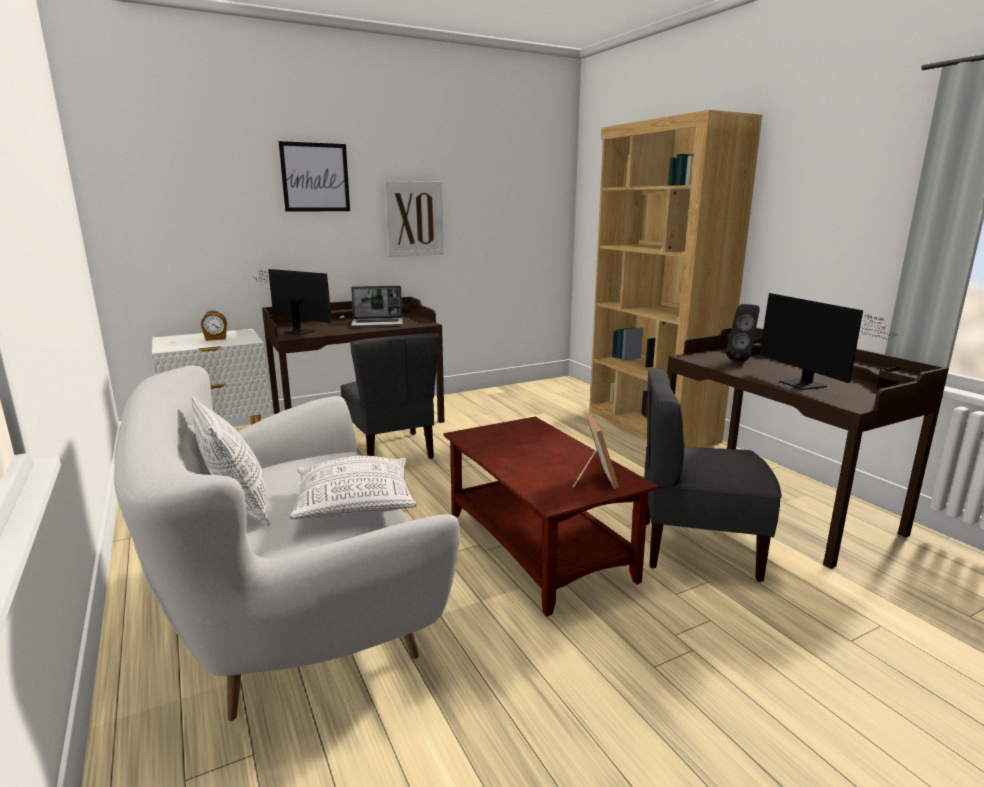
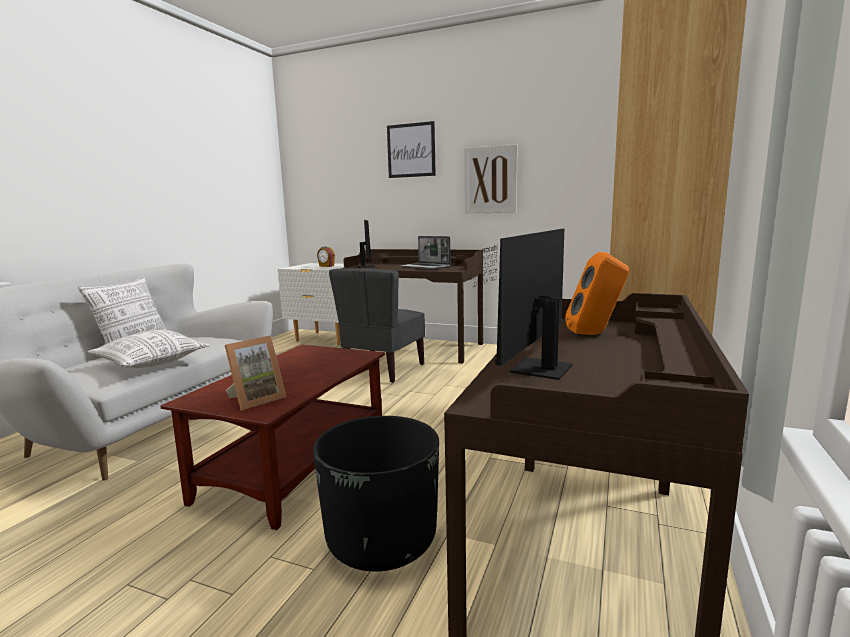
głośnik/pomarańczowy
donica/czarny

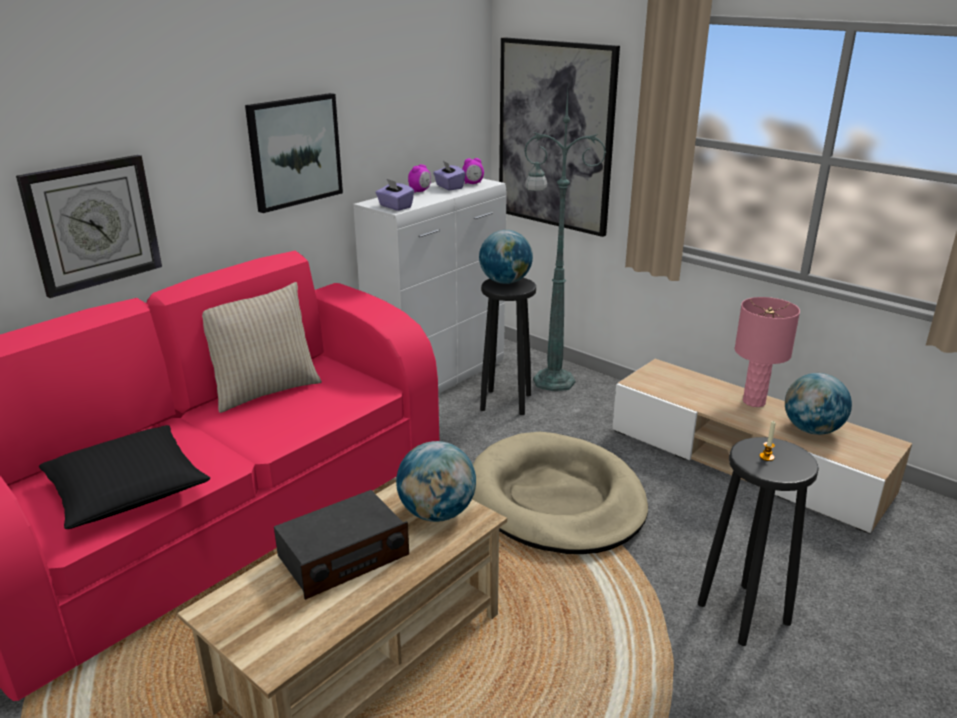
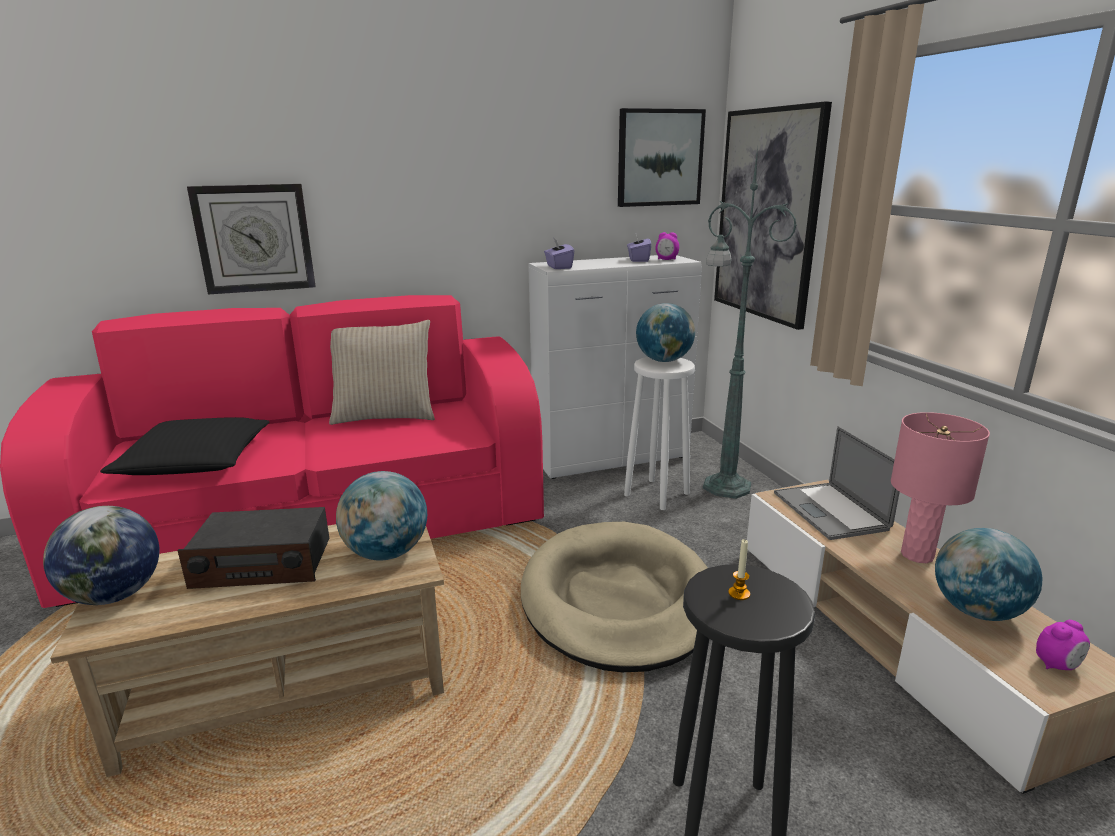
obraz (1st from left)
budzik (2nd from left)
stołek/biały
laptop
globus (1st from left)

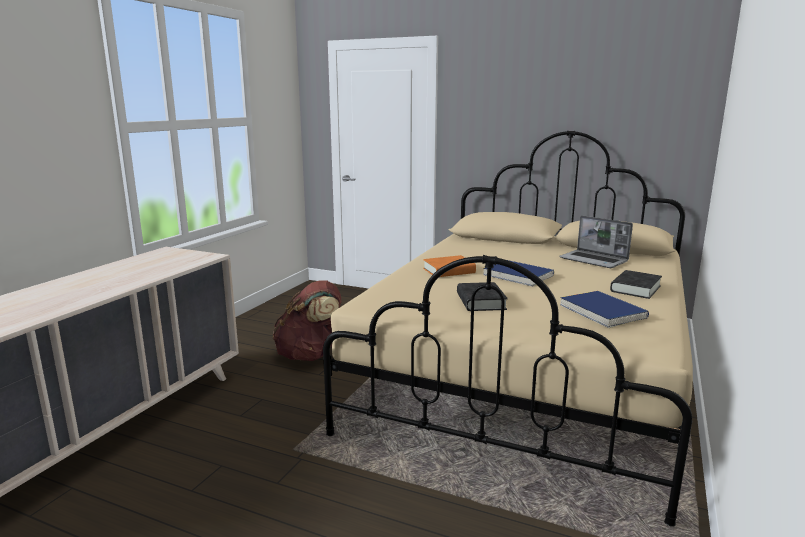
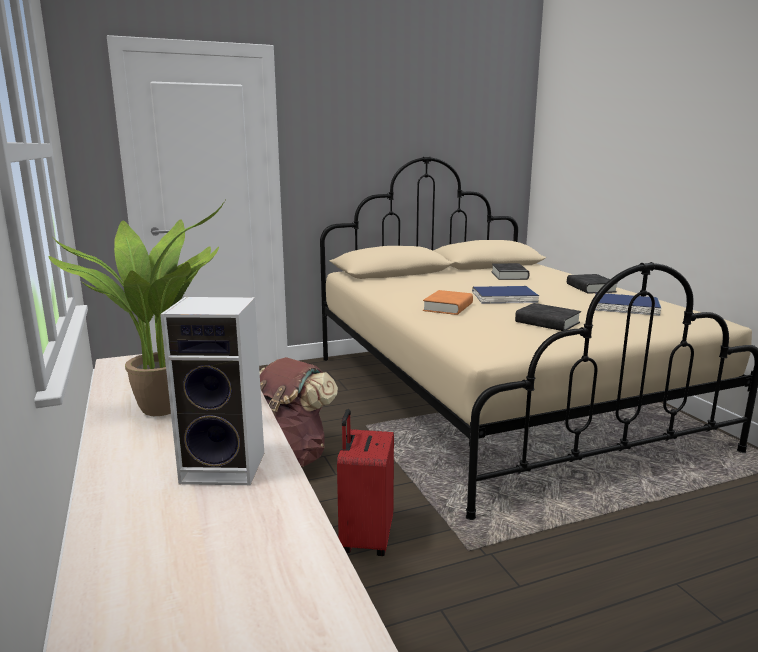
książka/czarny (1st from left)
roślina doniczkowa
głośnik
walizka/czerwony

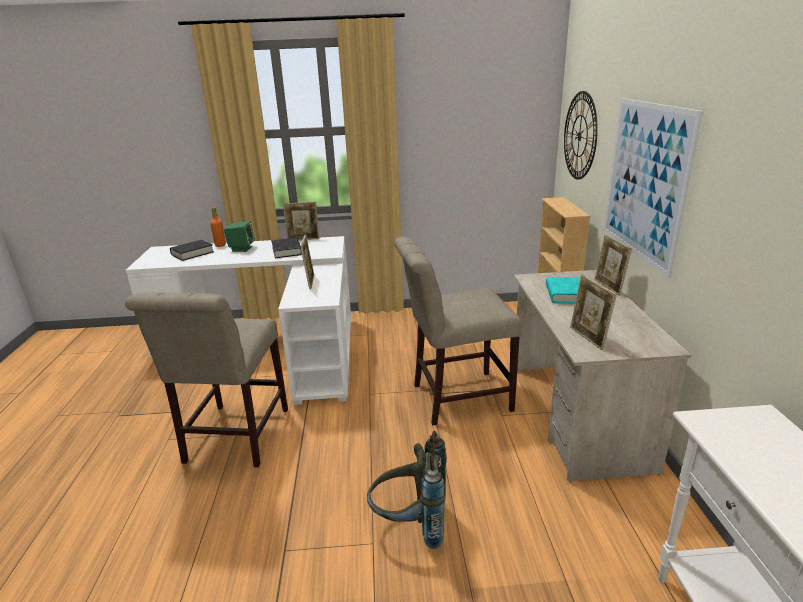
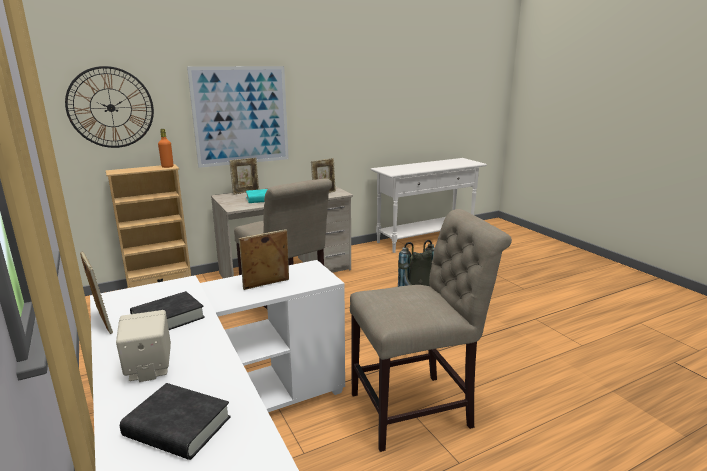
butelka/pomarańczowy
głośnik/beżowy

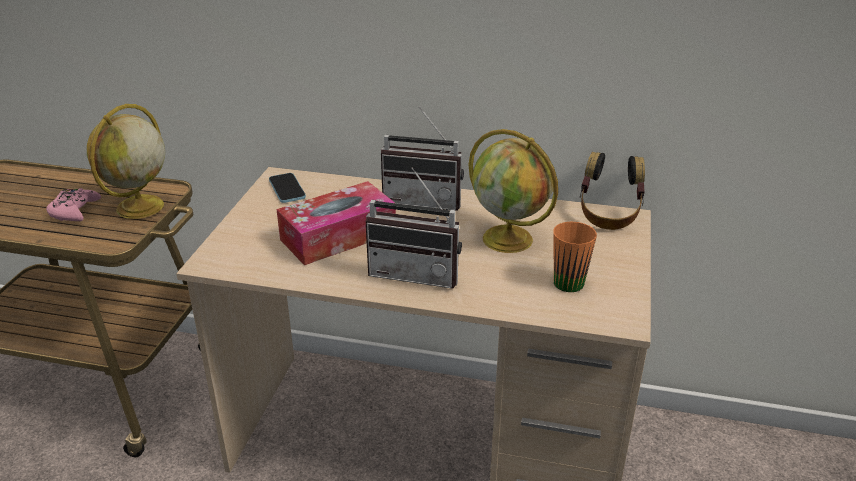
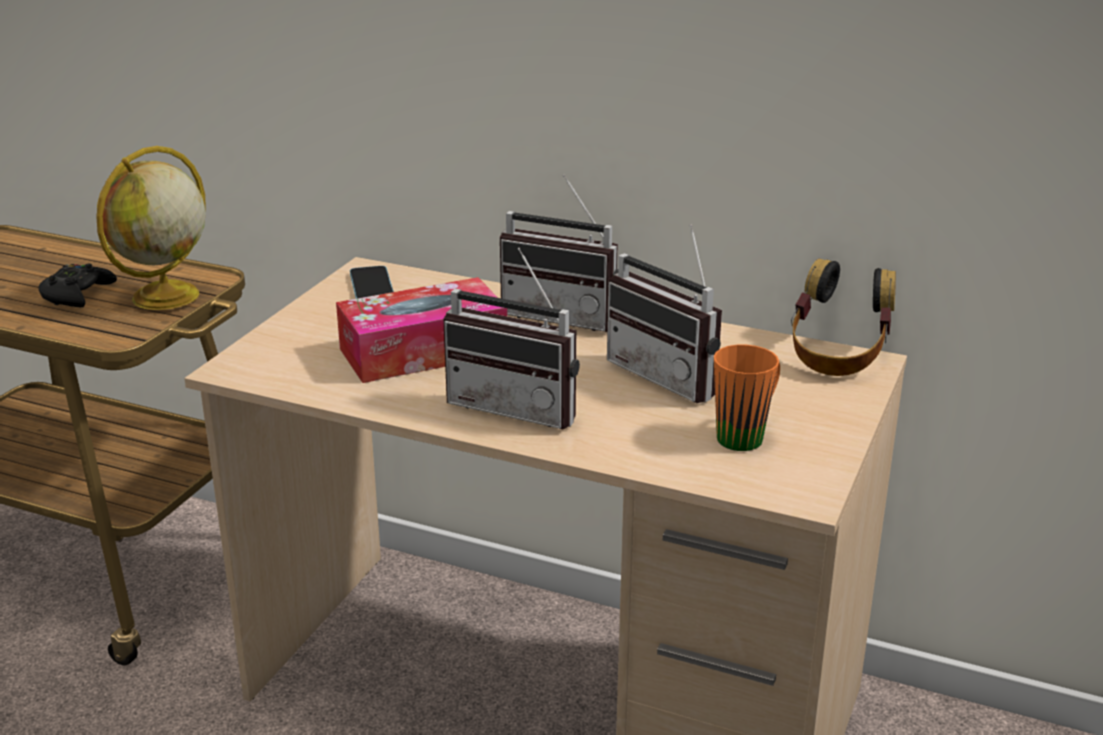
radio (3rd from left)
pad do gier/czarny

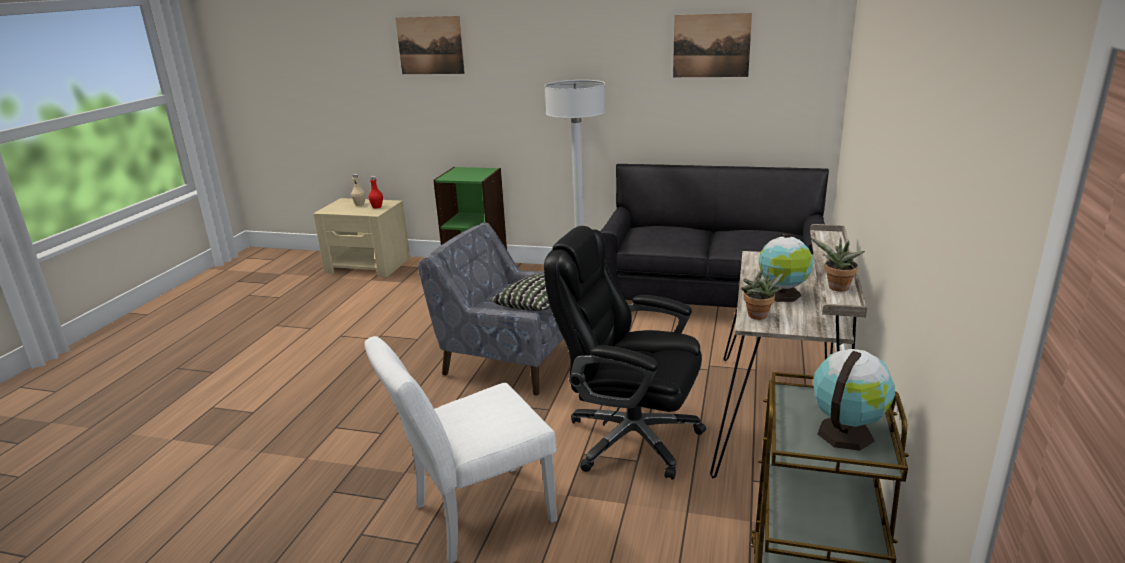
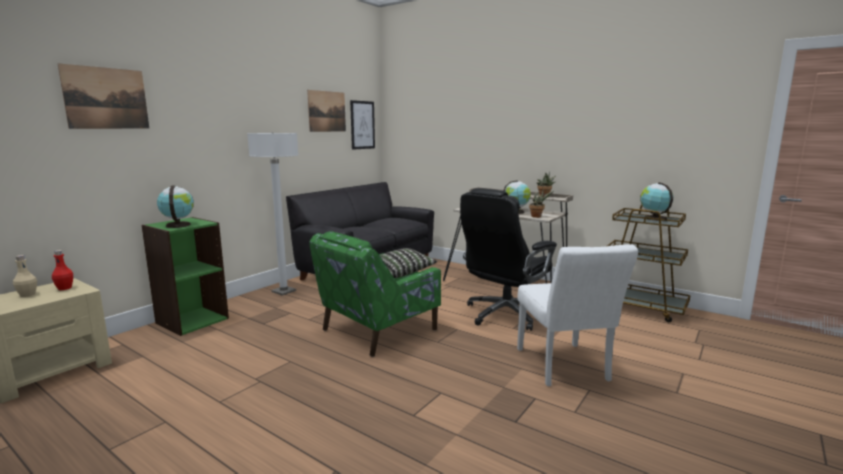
fotel/zielony
obraz (3rd from left)
globus (1st from left)

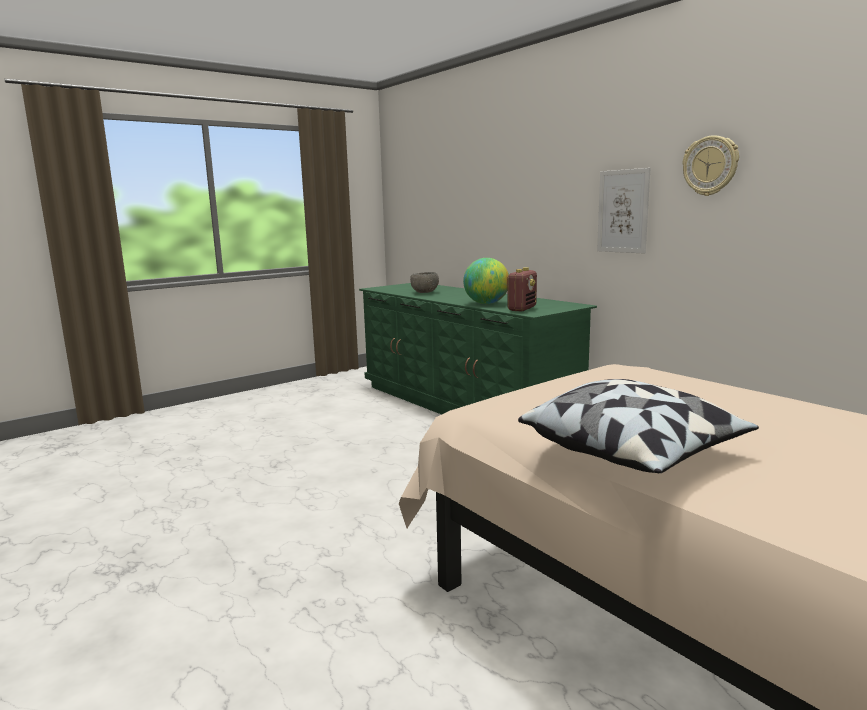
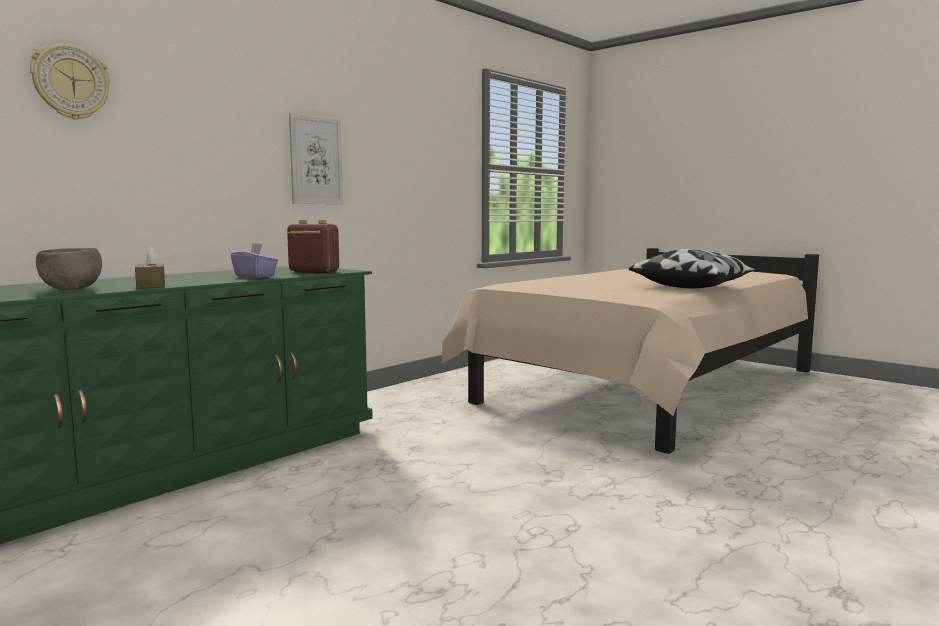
zegar ścienny
pudełko chusteczek/fioletowy
pudełko chusteczek/brązowy

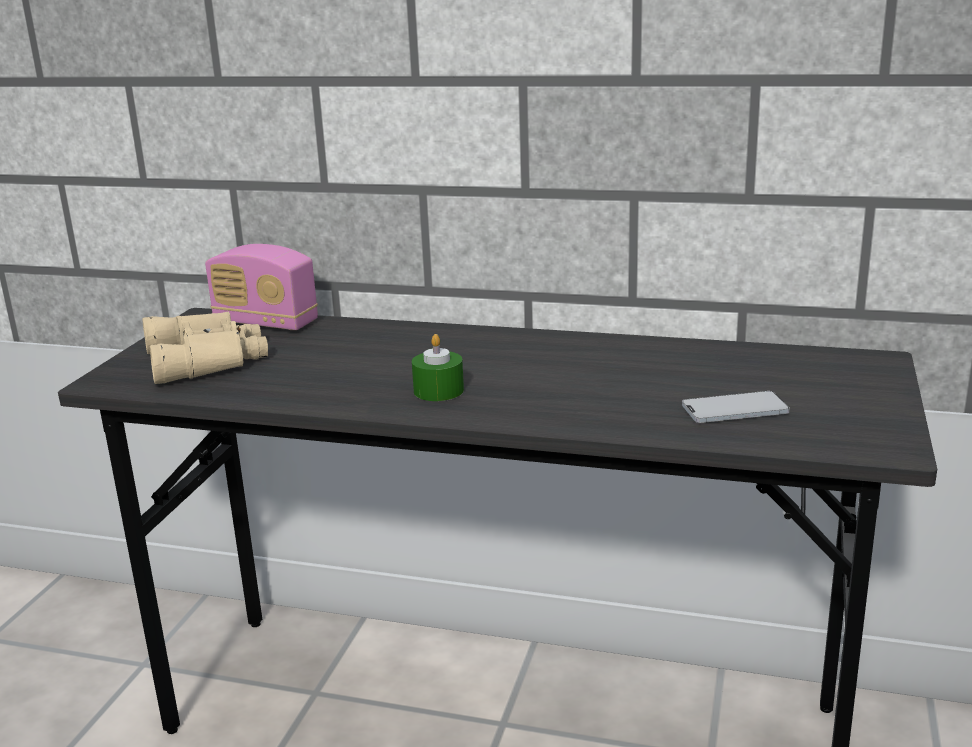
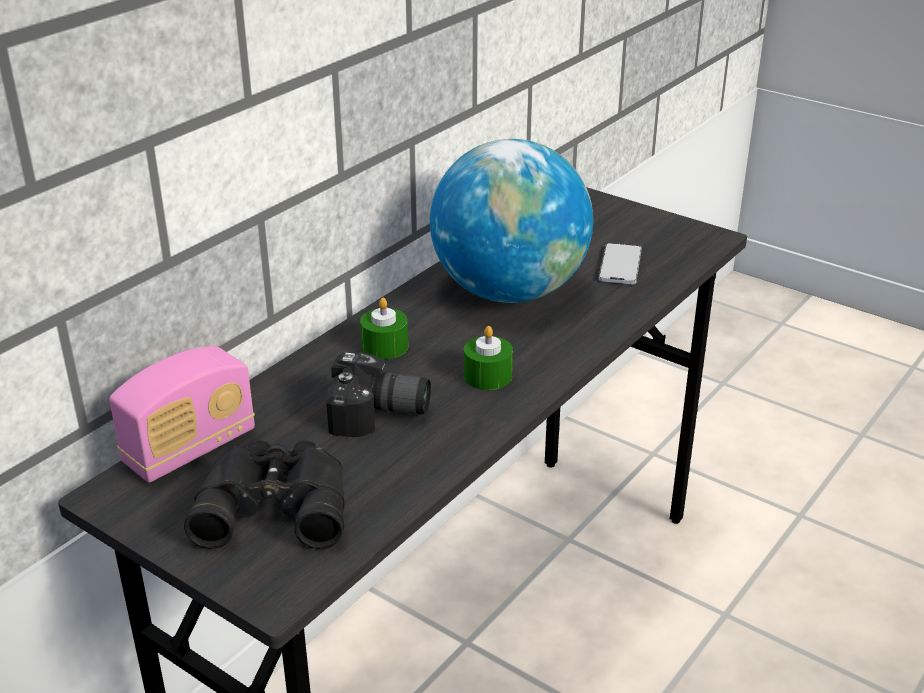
lornetka/czarny
globus
świeca/zielony (1st from left)
aparat fotograficzny

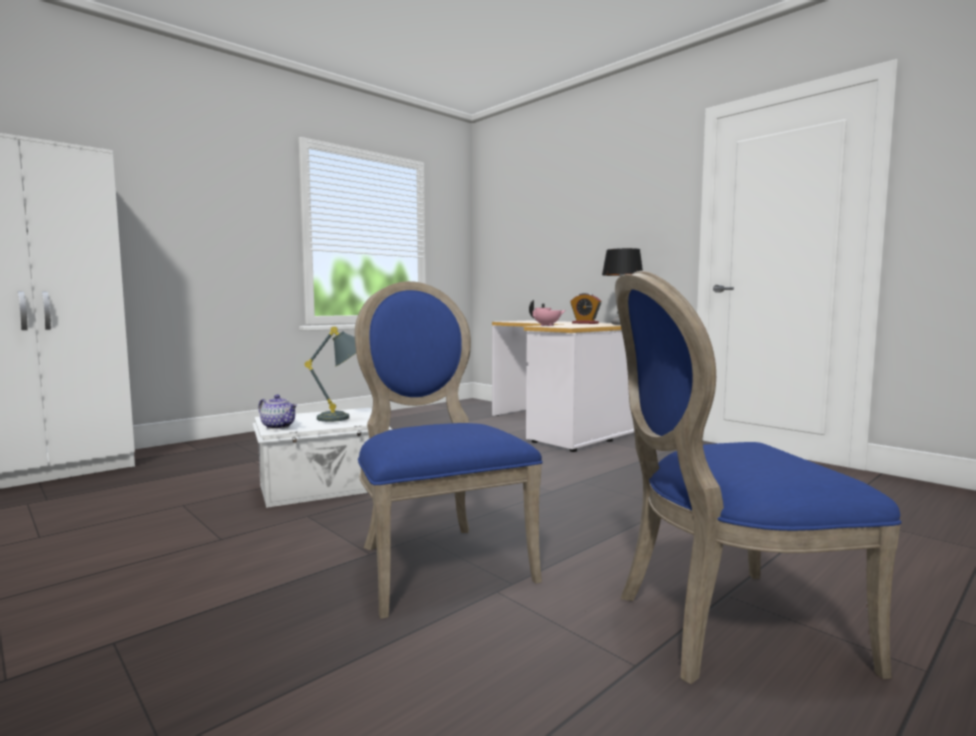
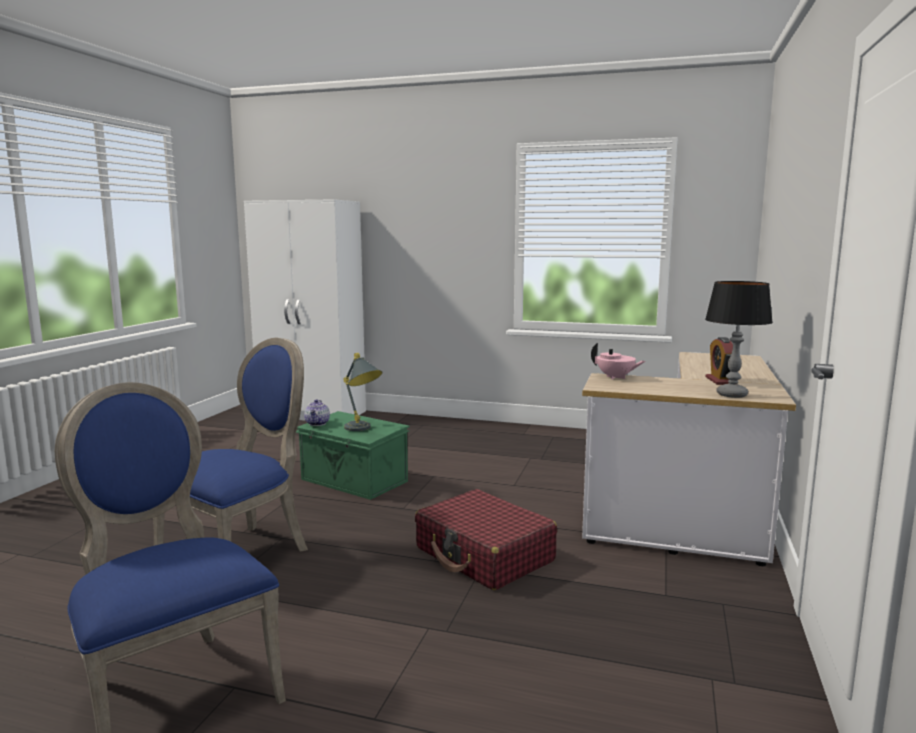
pojemnik do przechowywania/zielony
walizka/czerwony

